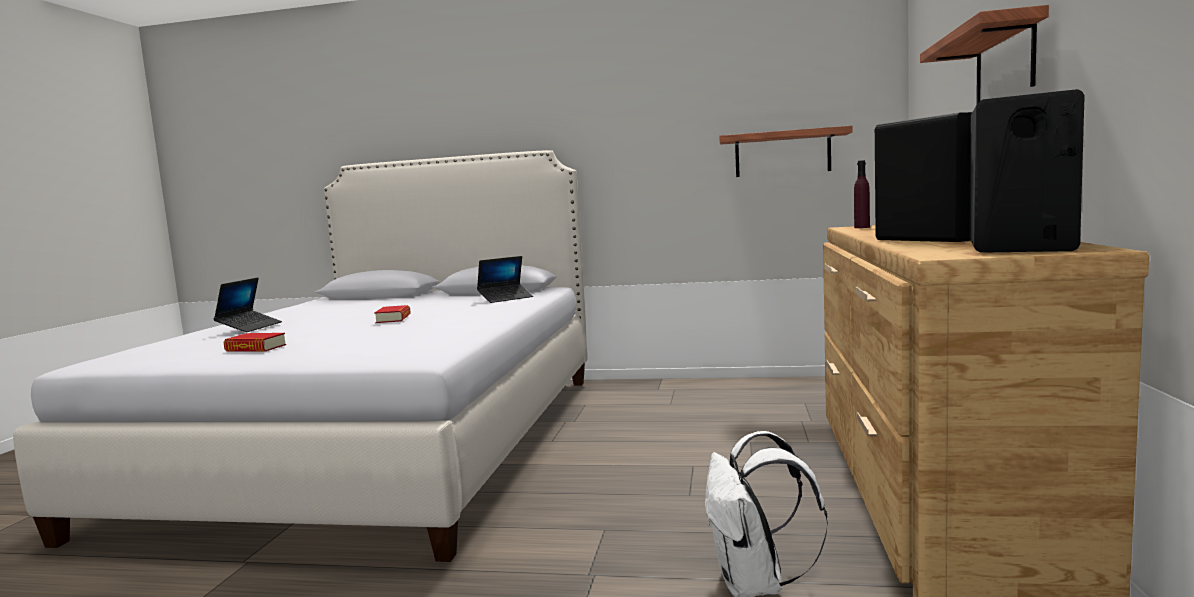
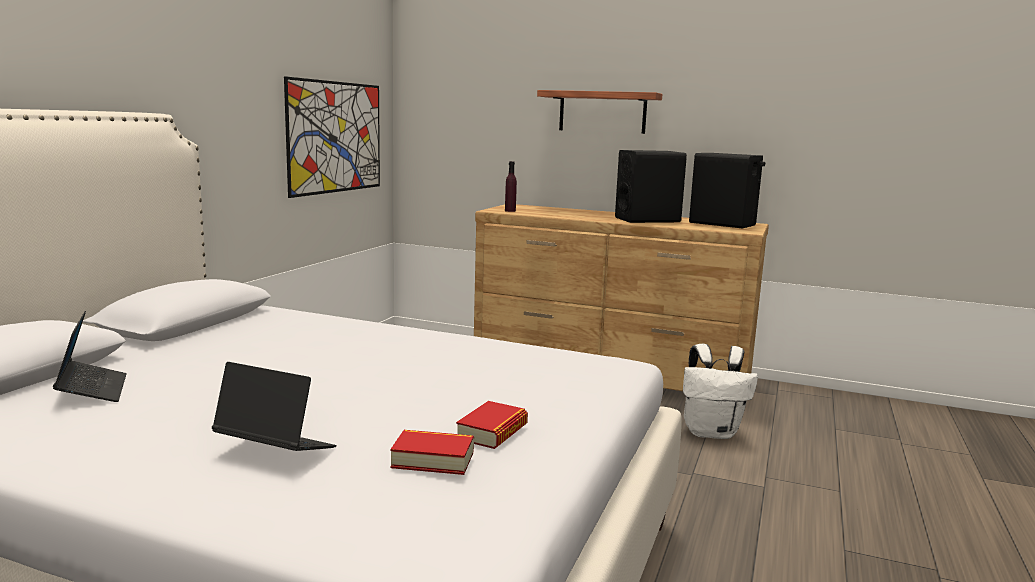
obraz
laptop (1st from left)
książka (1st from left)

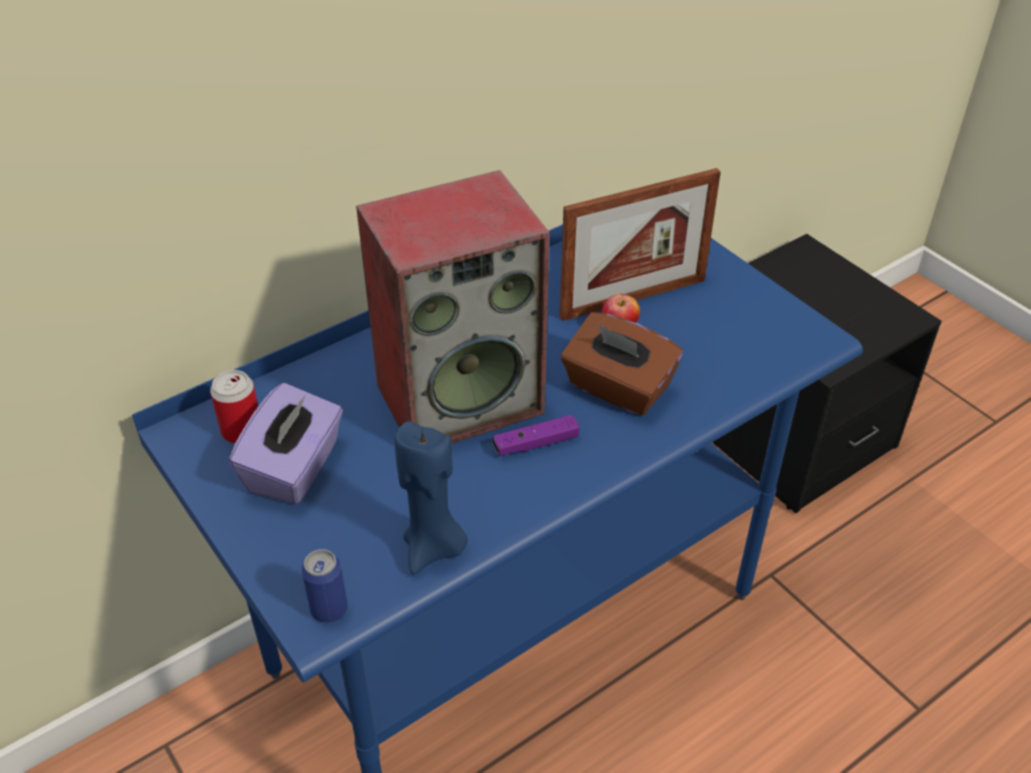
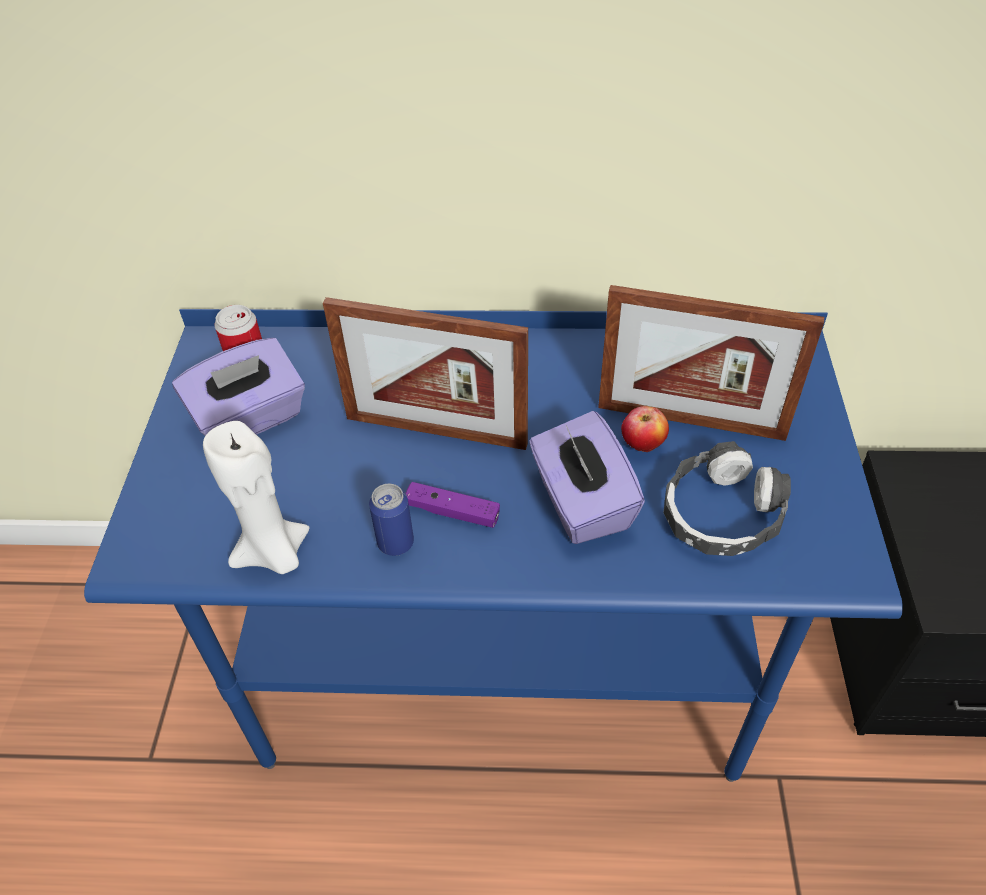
ramka na zdjęcie (1st from left)
pudełko chusteczek/fioletowy (2nd from left)
świeca/biały
puszka (2nd from left)
słuchawki

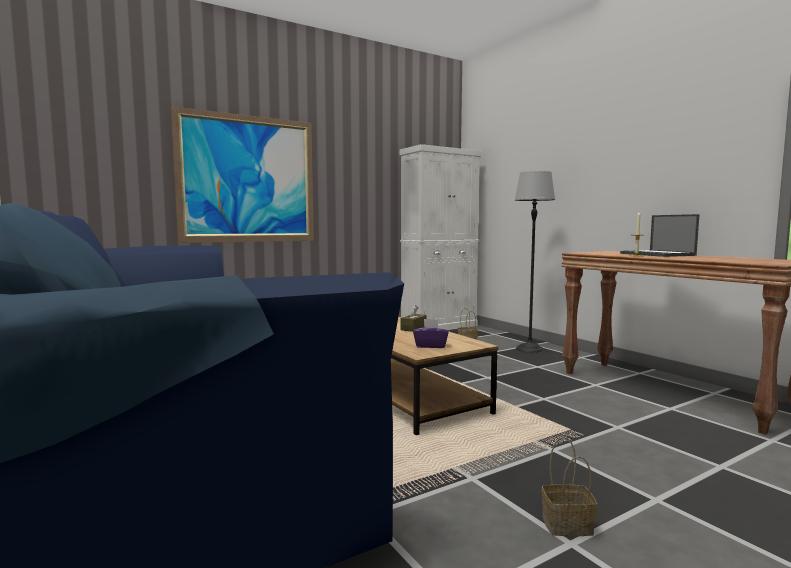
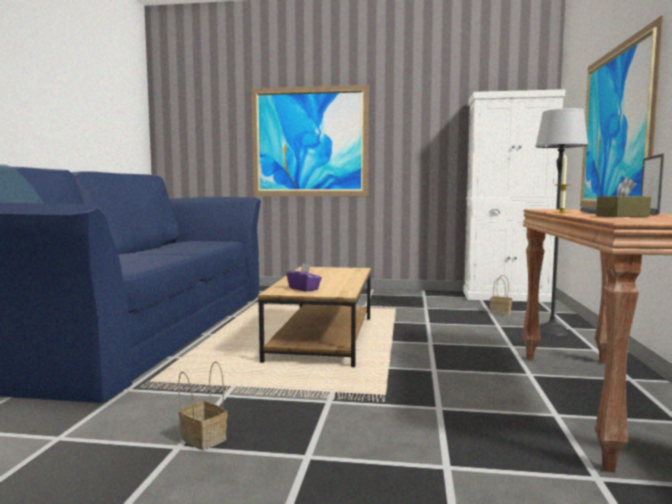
pudełko chusteczek/brązowy
obraz (2nd from left)

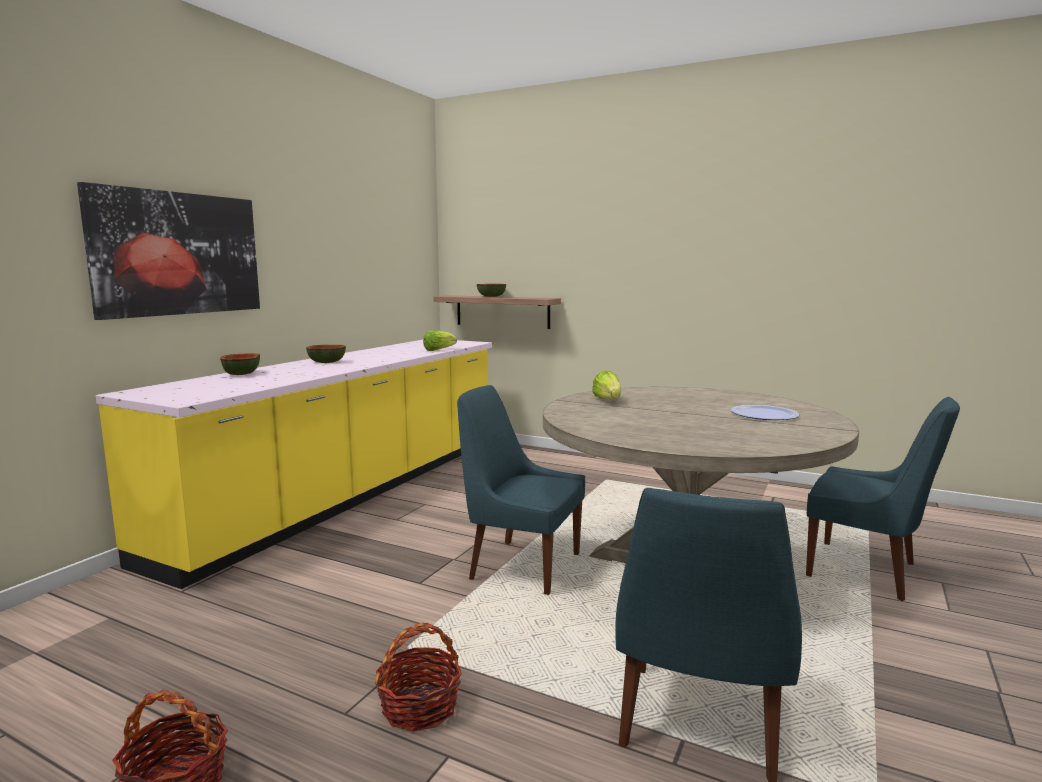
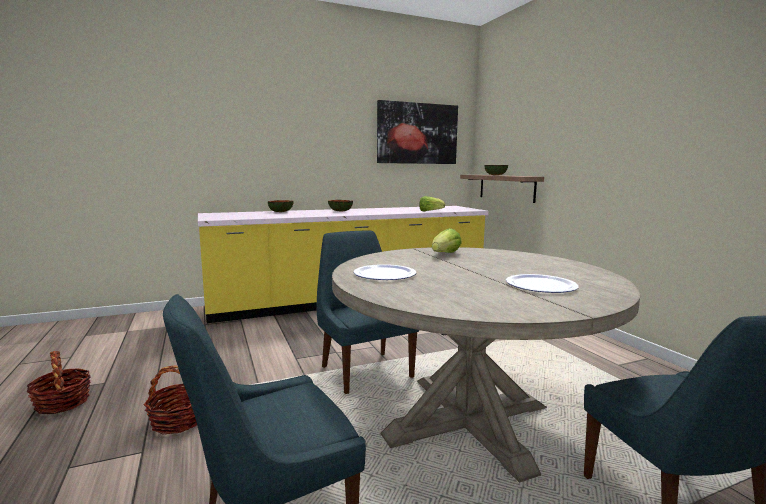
obraz
talerz (1st from left)

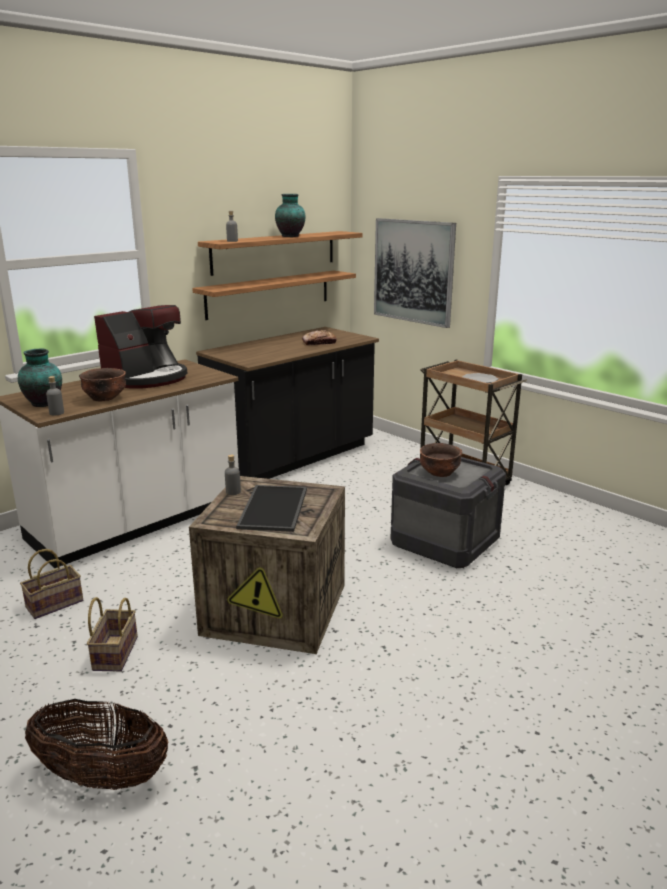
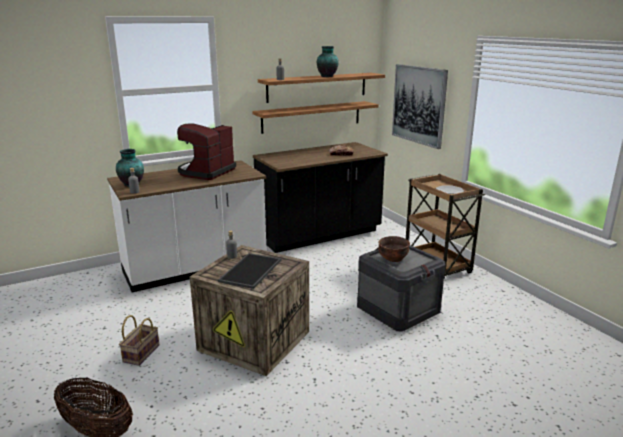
ekspres do kawy
miska/brązowy (1st from left in the first image)
koszyk (1st from left in the first image)

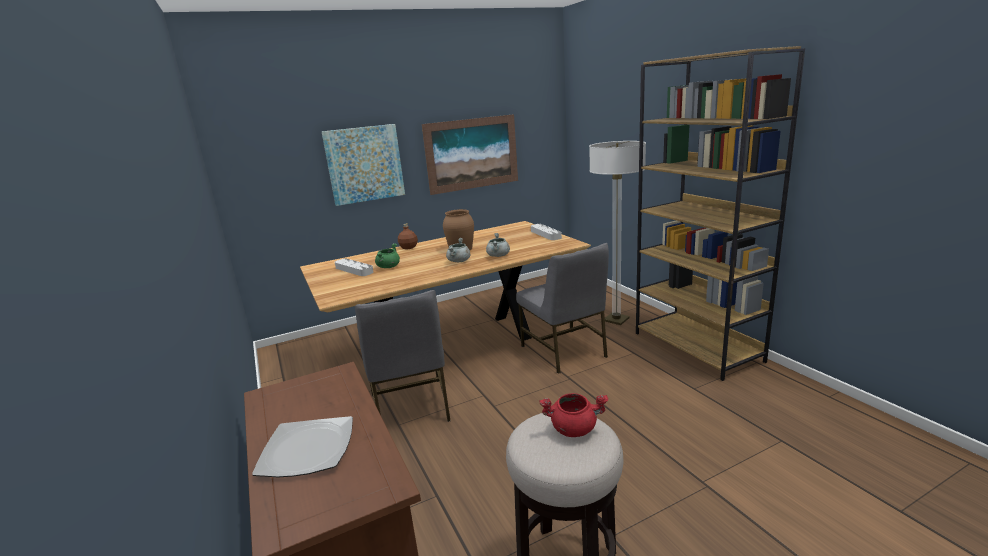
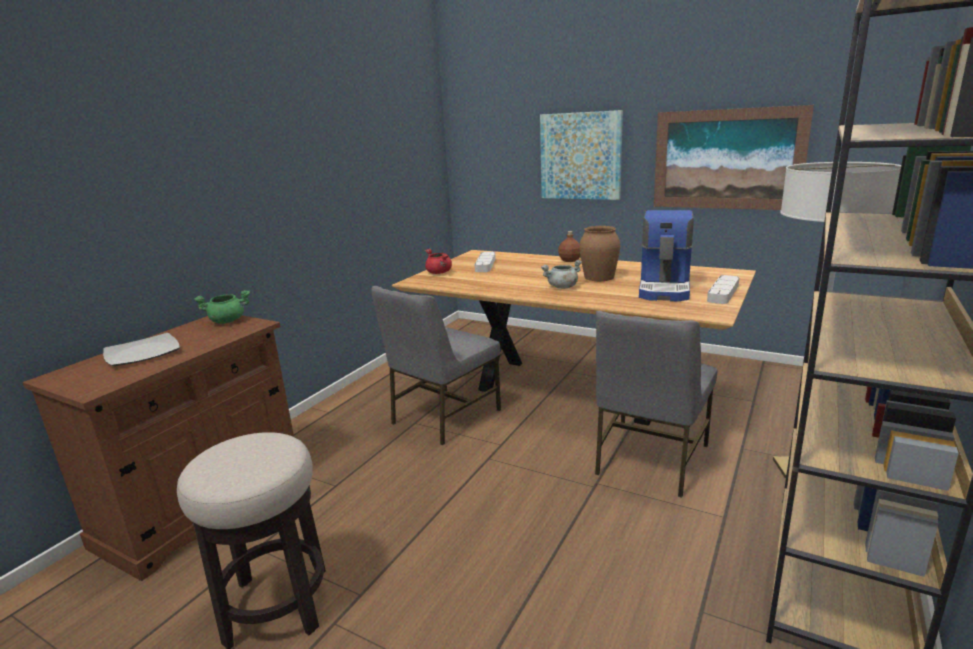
garnek/szary (2nd from left in the first image)
garnek/zielony
garnek/czerwony
ekspres do kawy

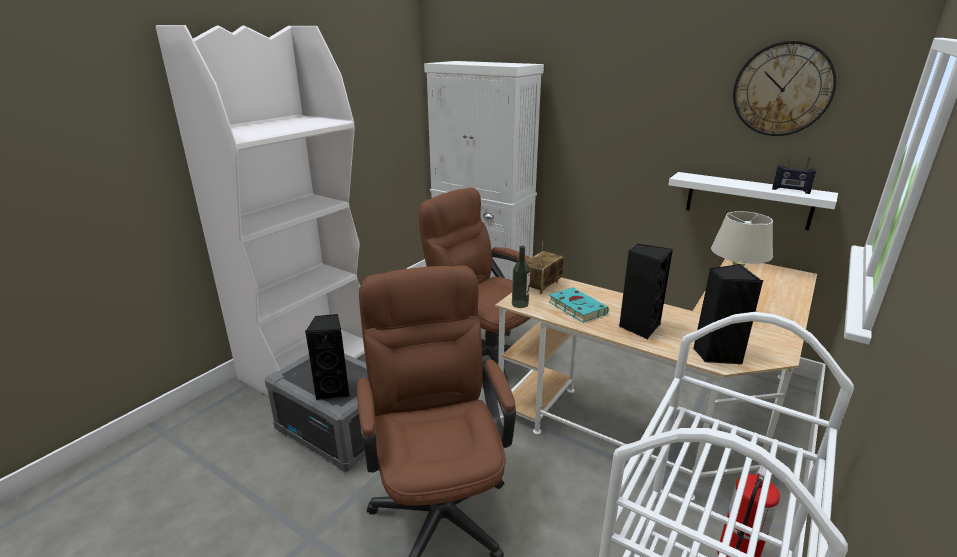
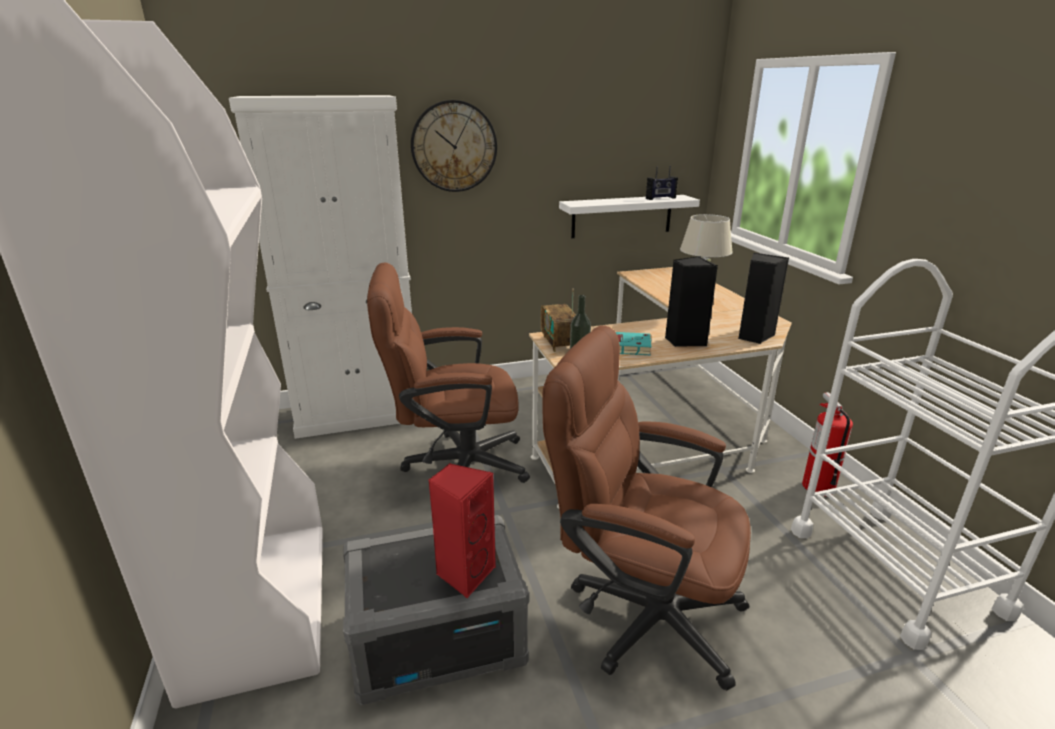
zegar ścienny
głośnik/czerwony

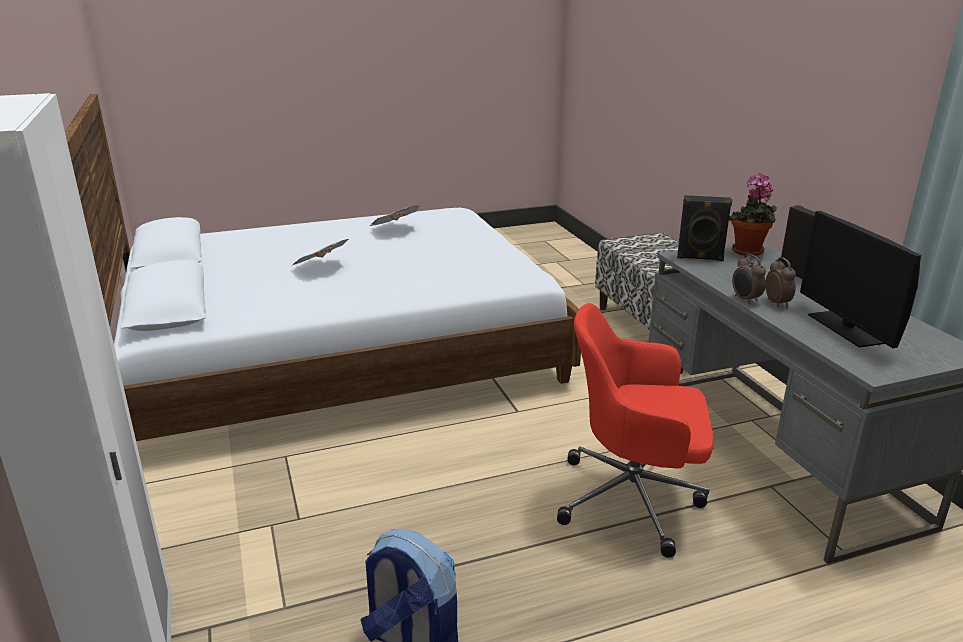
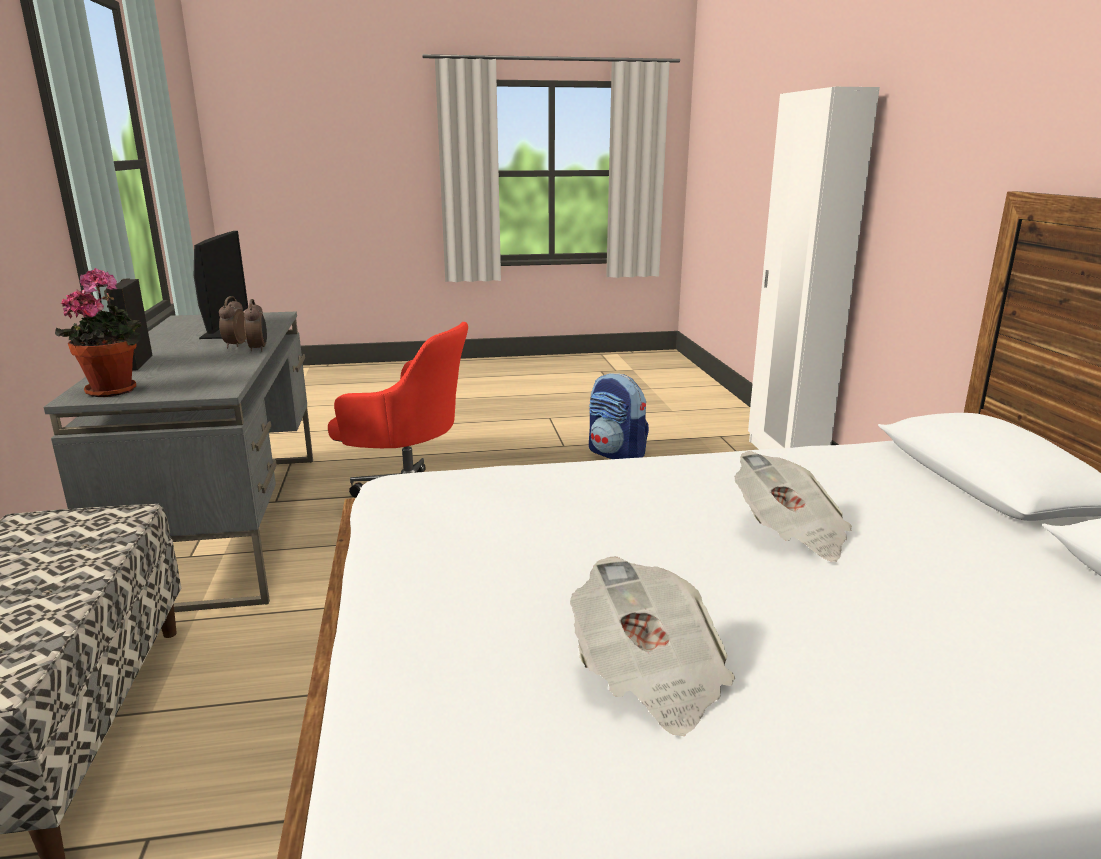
głośnik/czarny (1st from left in the first image)

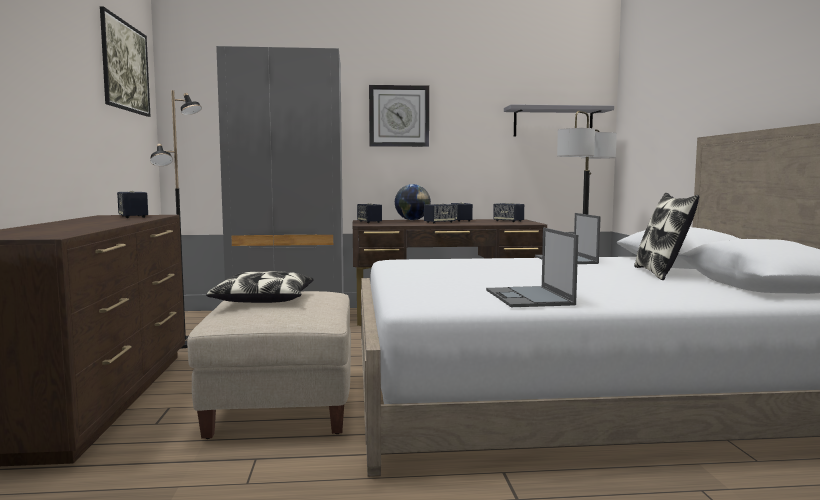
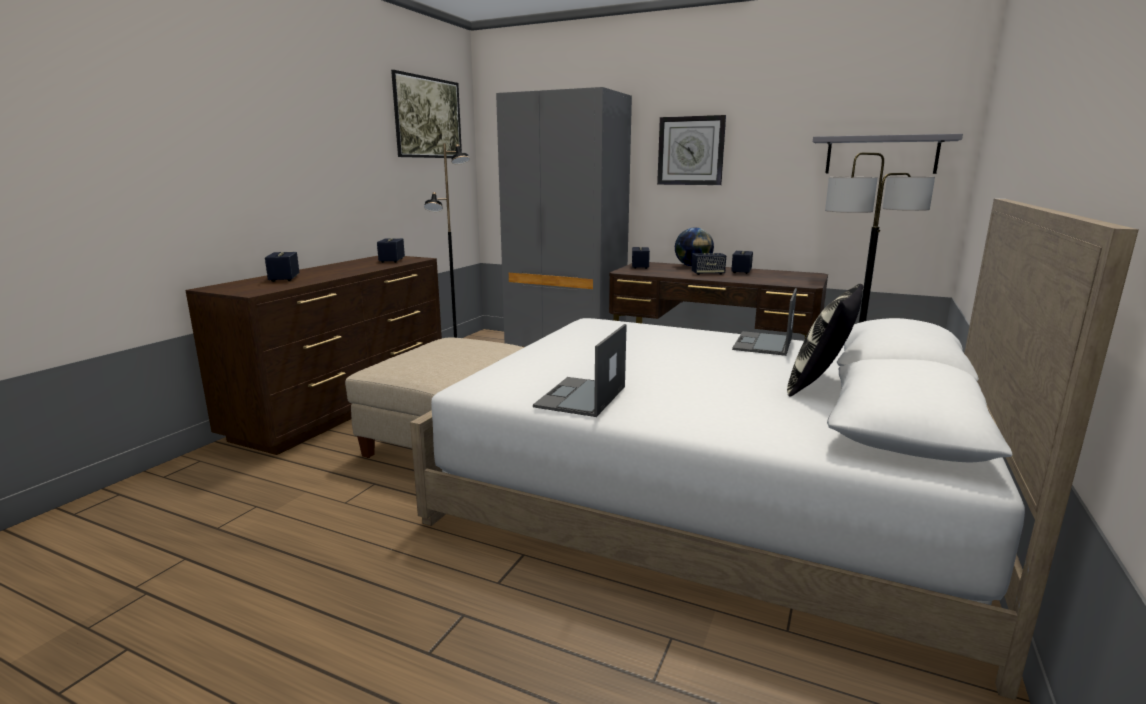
głośnik (1st from left)
poduszka (1st from left in the first image)

